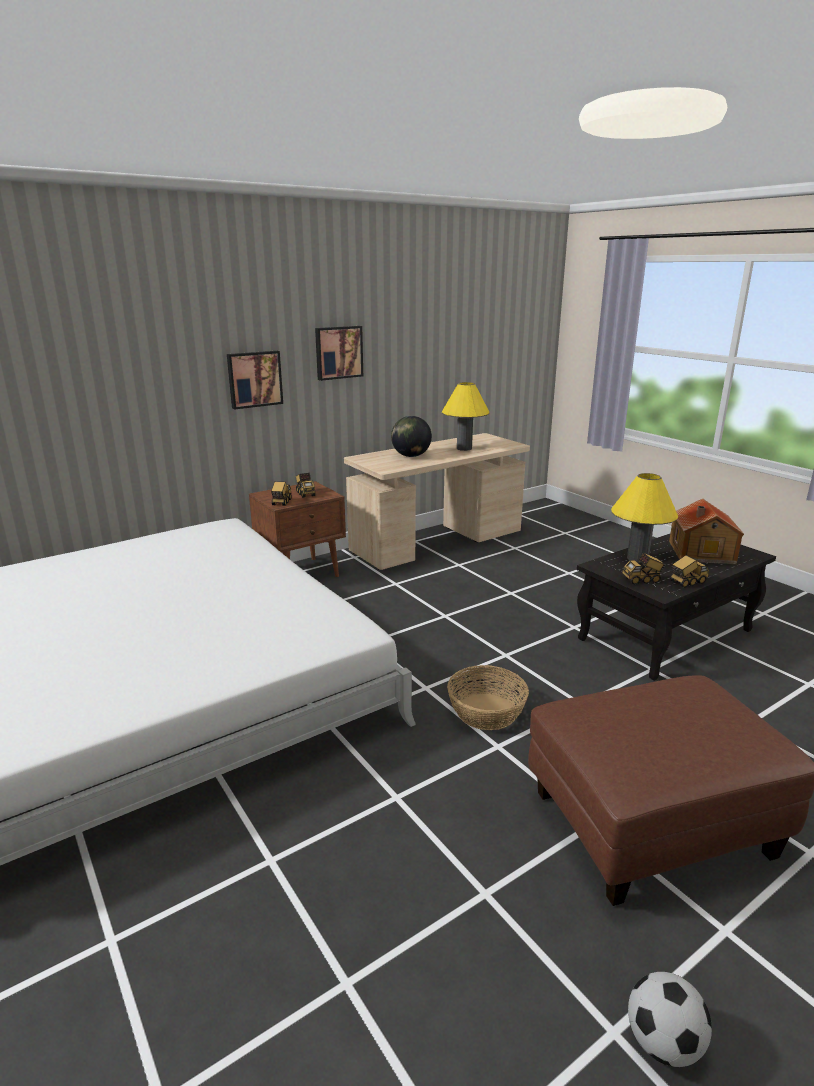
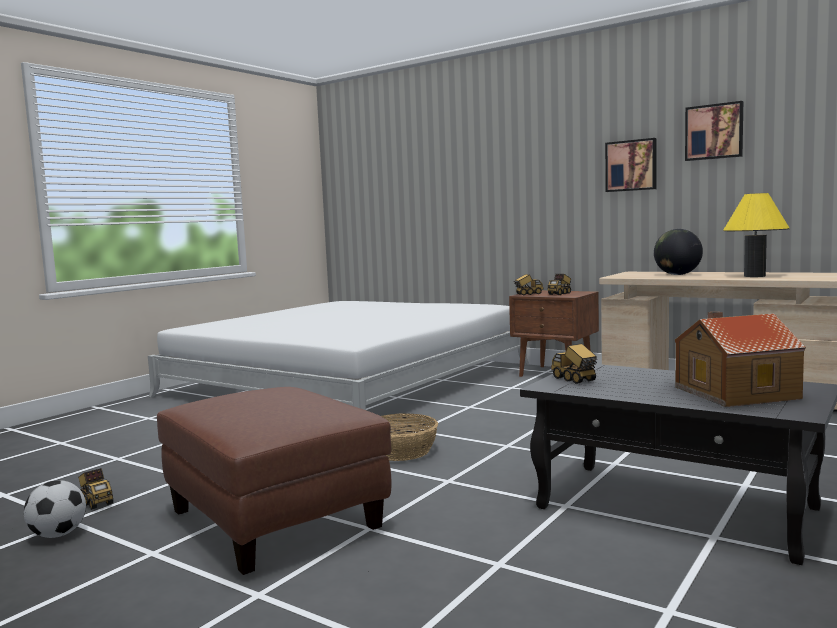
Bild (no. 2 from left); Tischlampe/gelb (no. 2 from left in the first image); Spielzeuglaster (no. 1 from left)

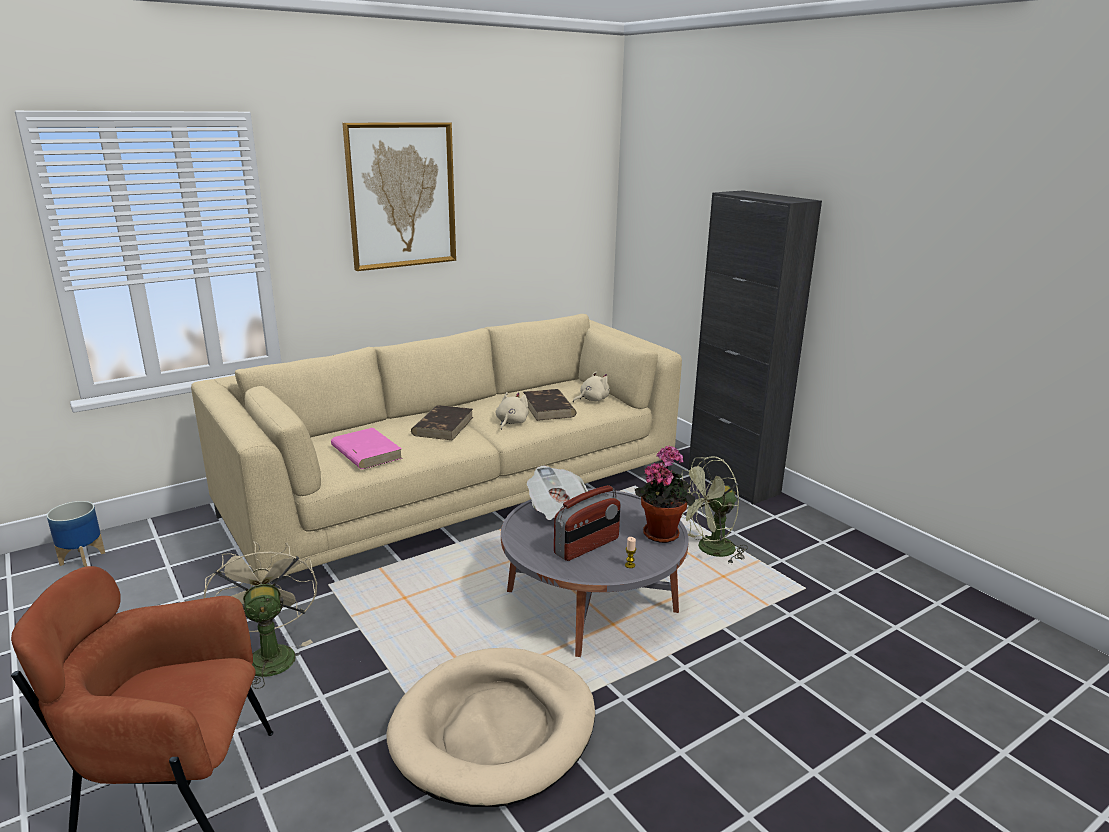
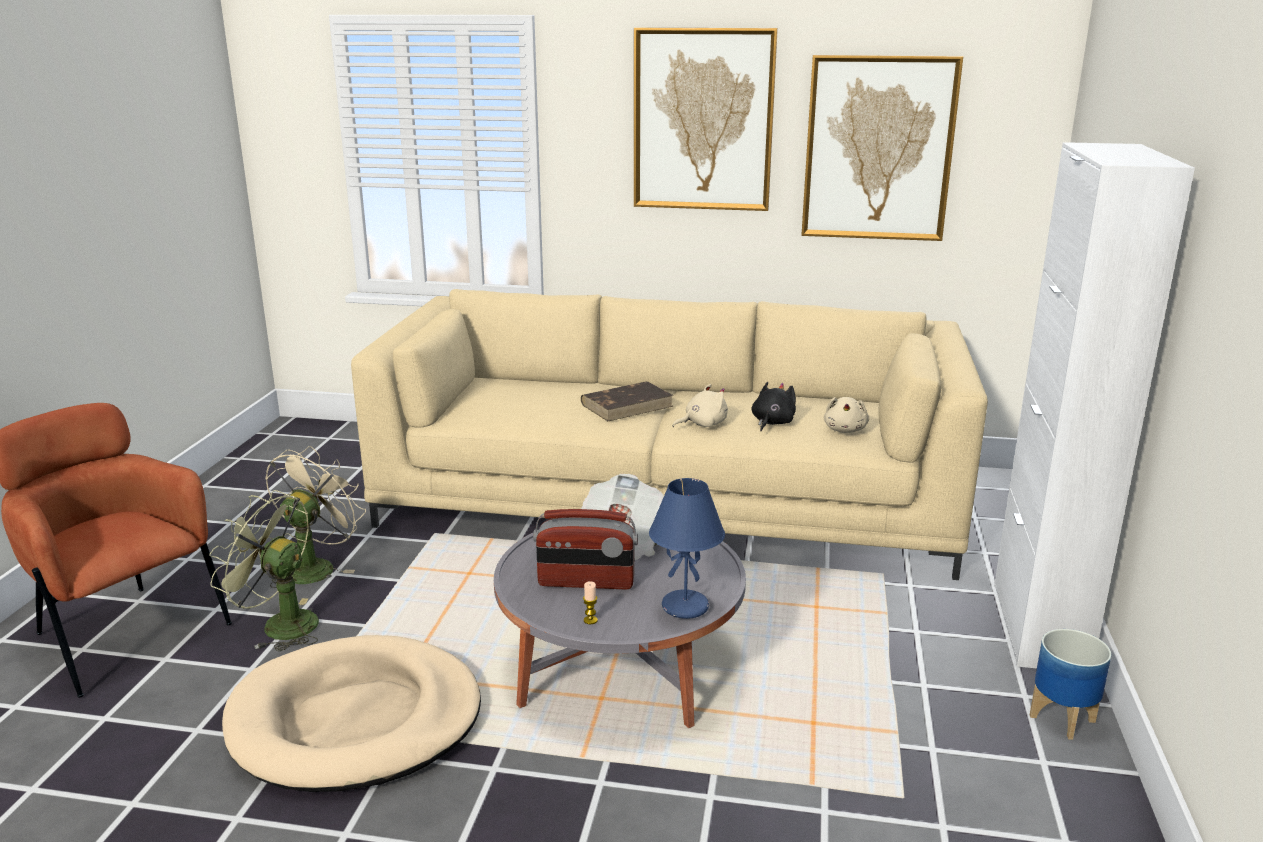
Schrank/weiß; Plüschtier/beige (no. 2 from left); Plüschtier/schwarz; Buch/rosa; Tischlampe/blau; Ventilator/grün; Pflanzkübel; Bild (no. 2 from left)

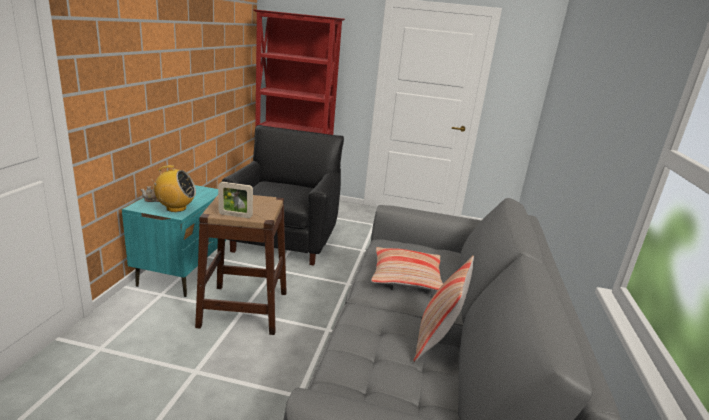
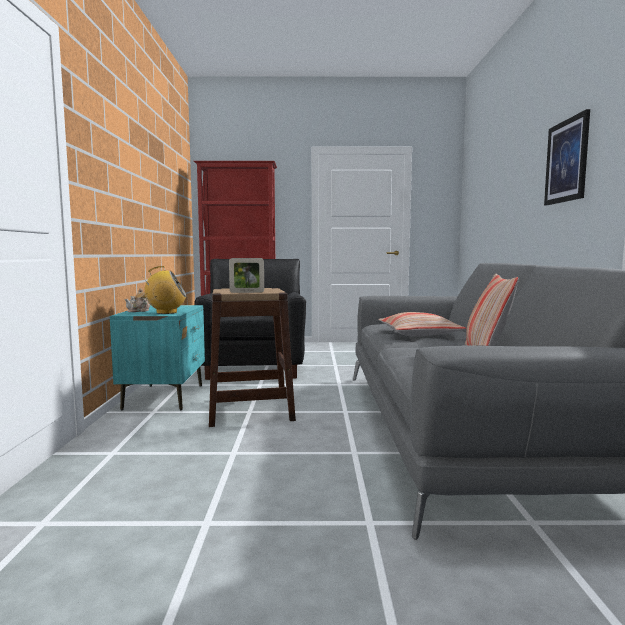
Bild

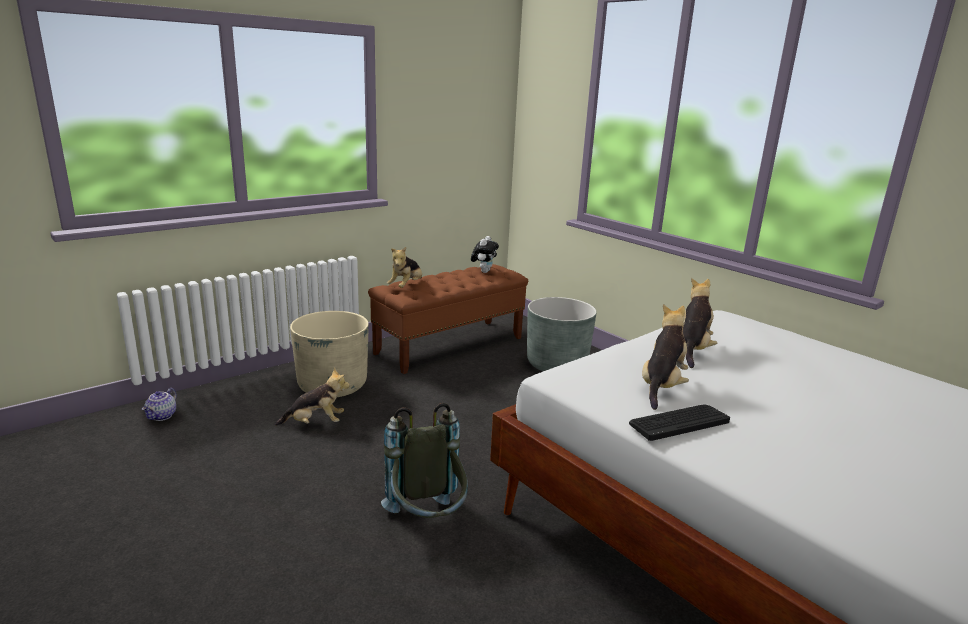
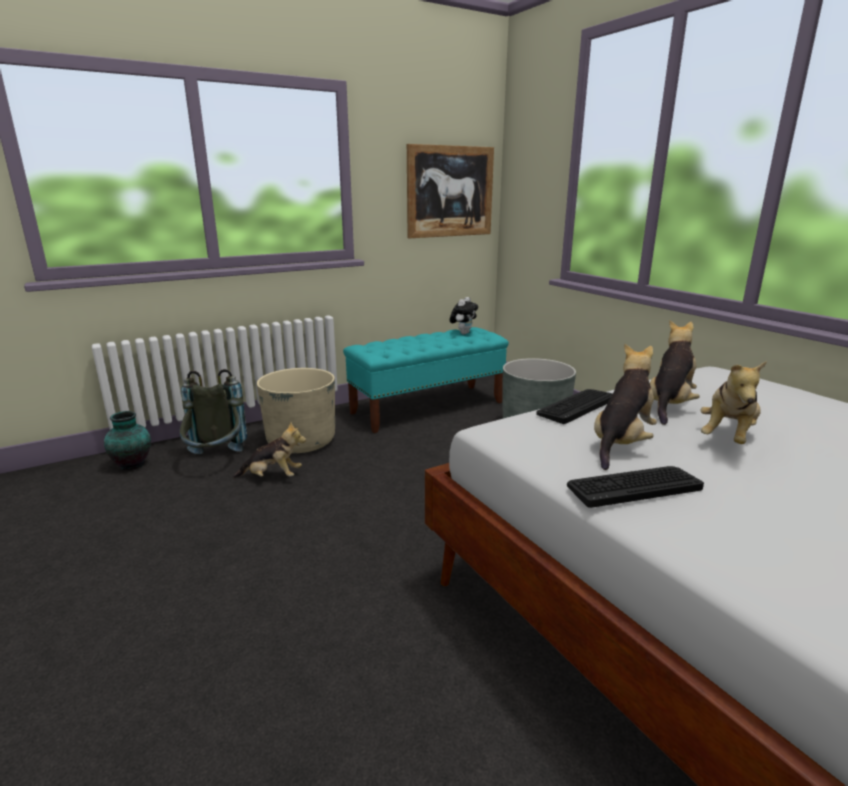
Plüschtier (no. 5 from left); Bank/türkis; Vase; Rucksack/grau; Bild; Tastatur (no. 1 from left)

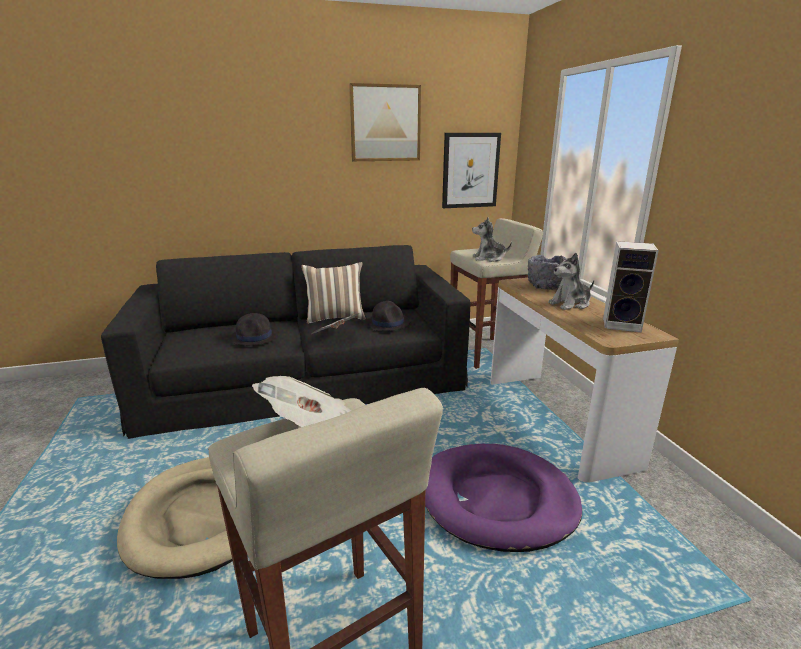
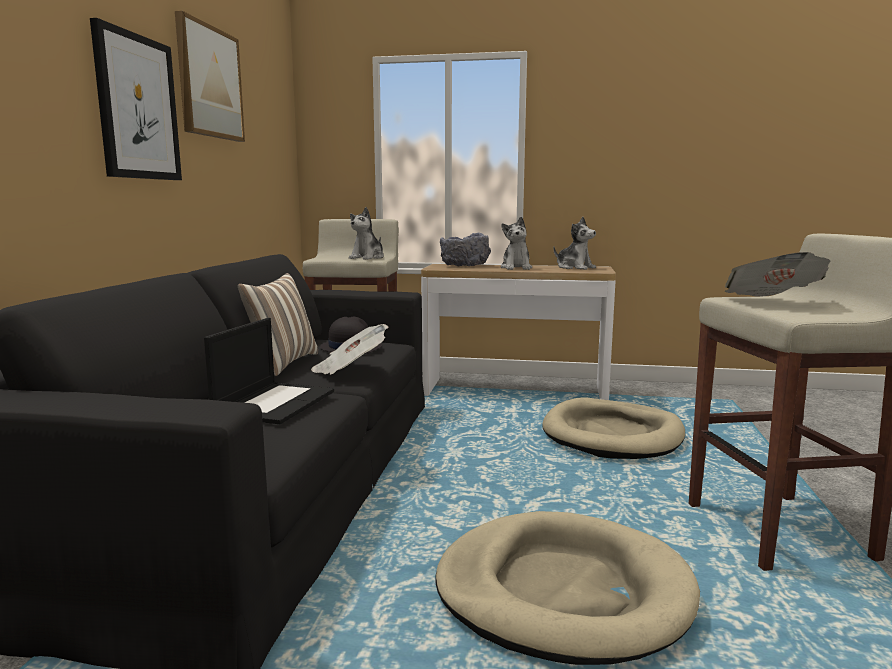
Bild (no. 1 from left); Plüschtier (no. 3 from left); Laptop; Hundebett/beige (no. 2 from left)

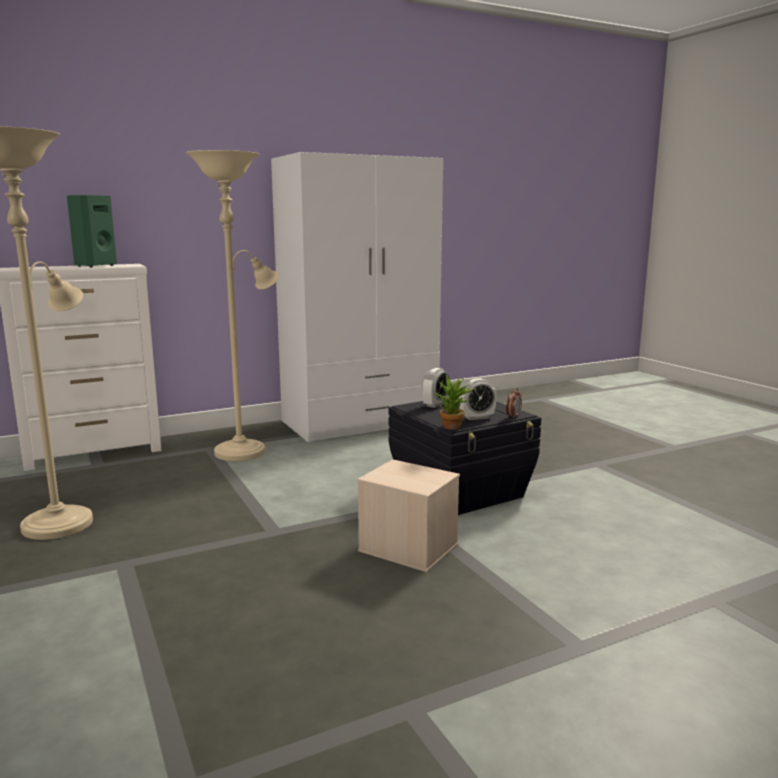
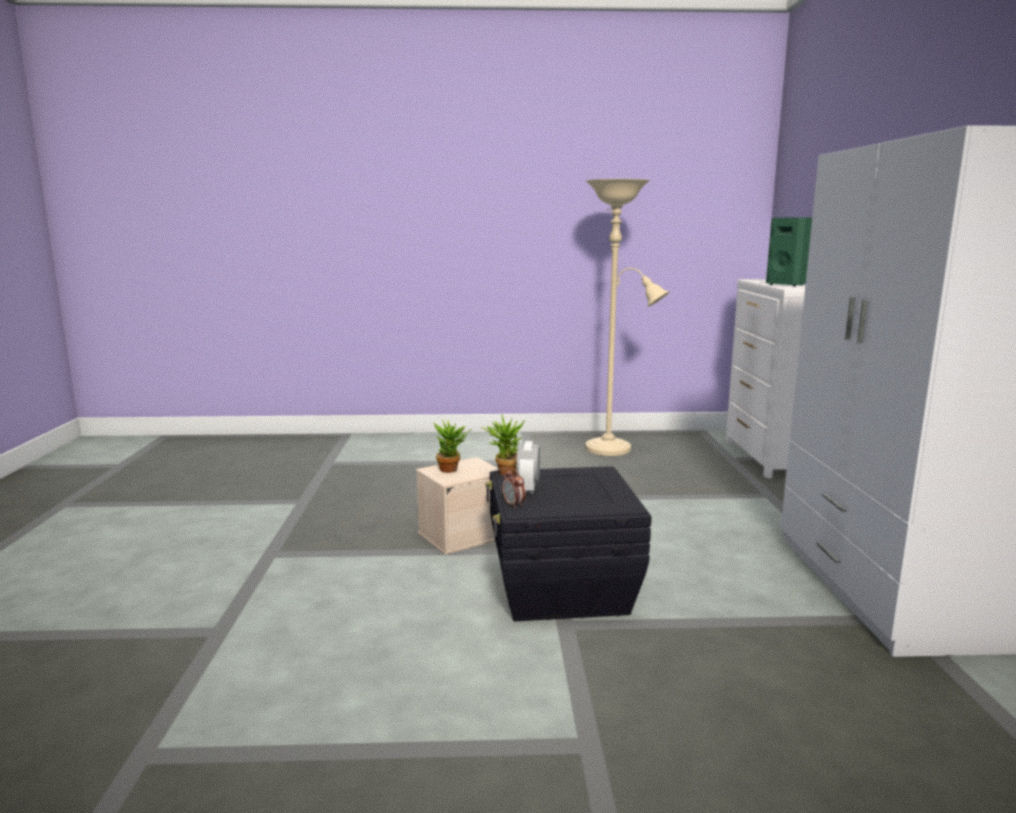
Stehlampe/beige (no. 2 from left in the first image); Wecker (no. 1 from left in the first image); Topfpflanze (no. 1 from left)

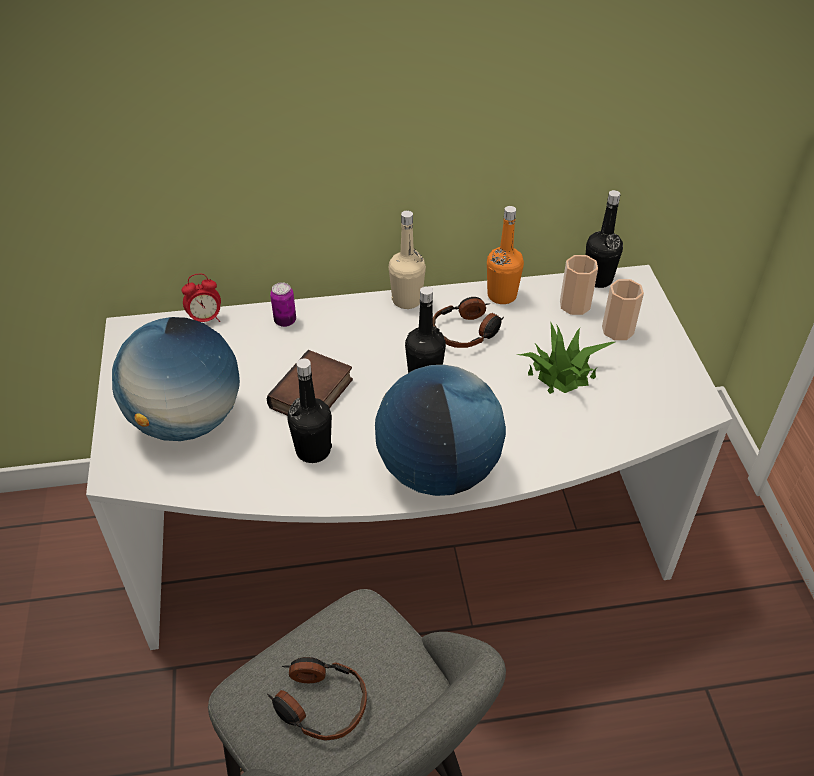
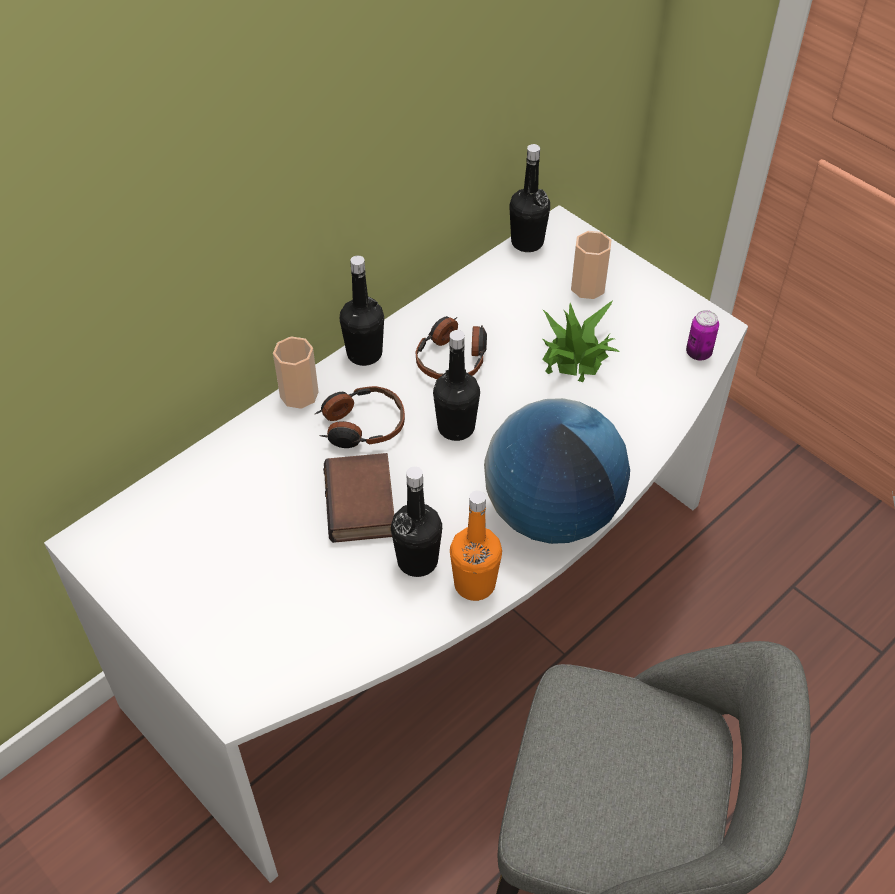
Flasche/orange; Flasche/schwarz (no. 1 from left); Tasse (no. 1 from left); Wecker; Dose; Globus (no. 1 from left in the first image); Kopfhörer (no. 1 from left)

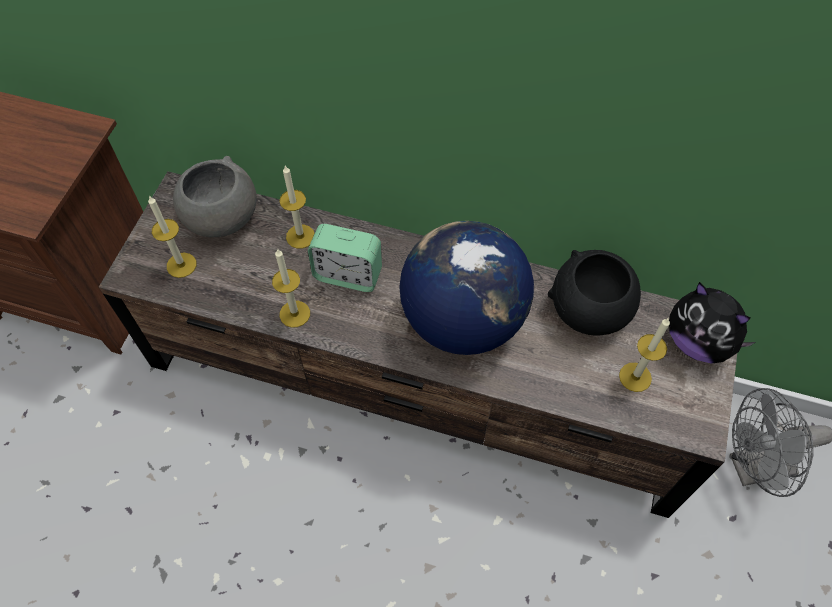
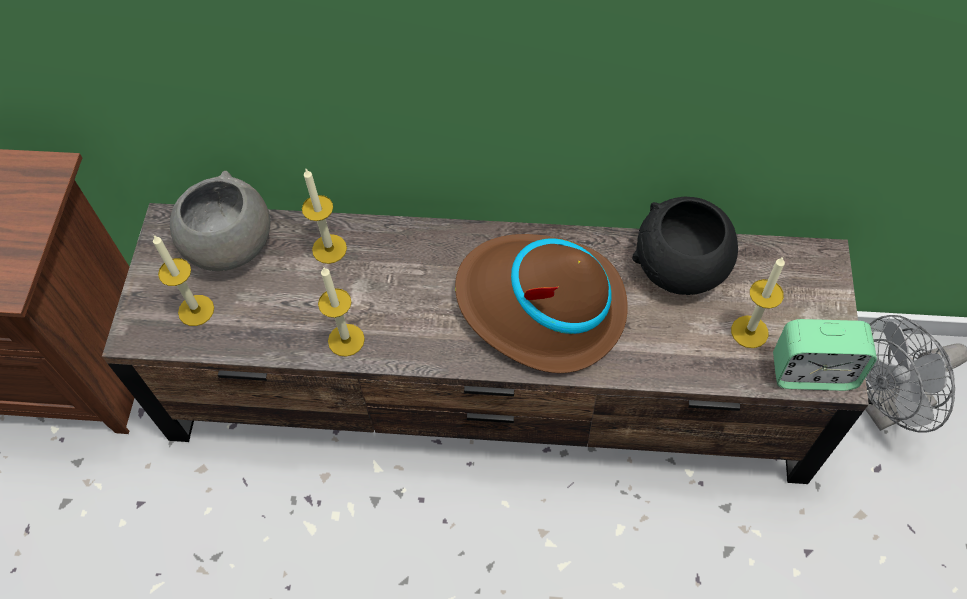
Hut/braun; Wecker; Plüschtier

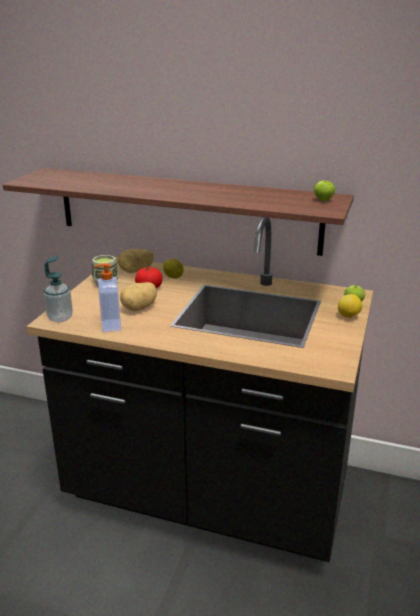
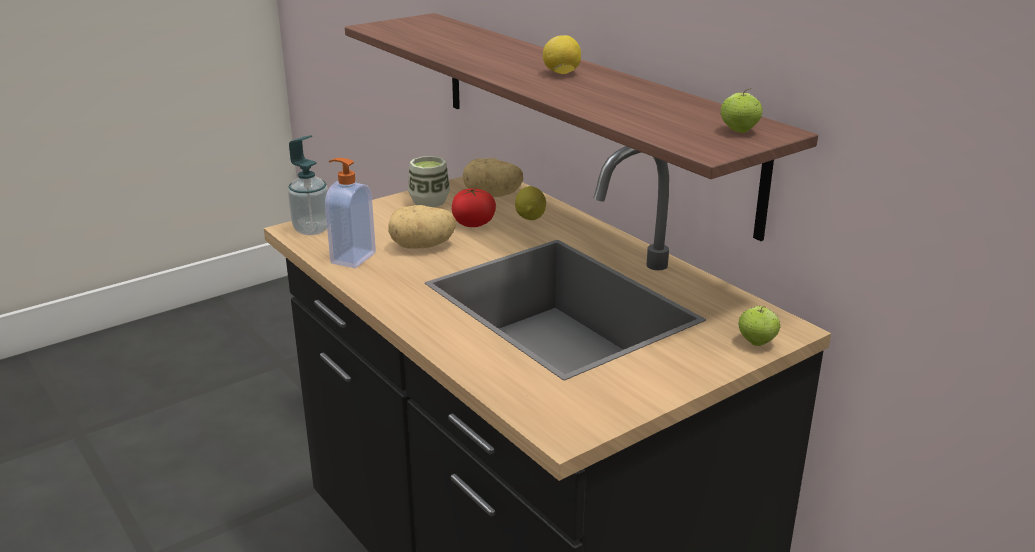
Zitrone (no. 2 from left)

